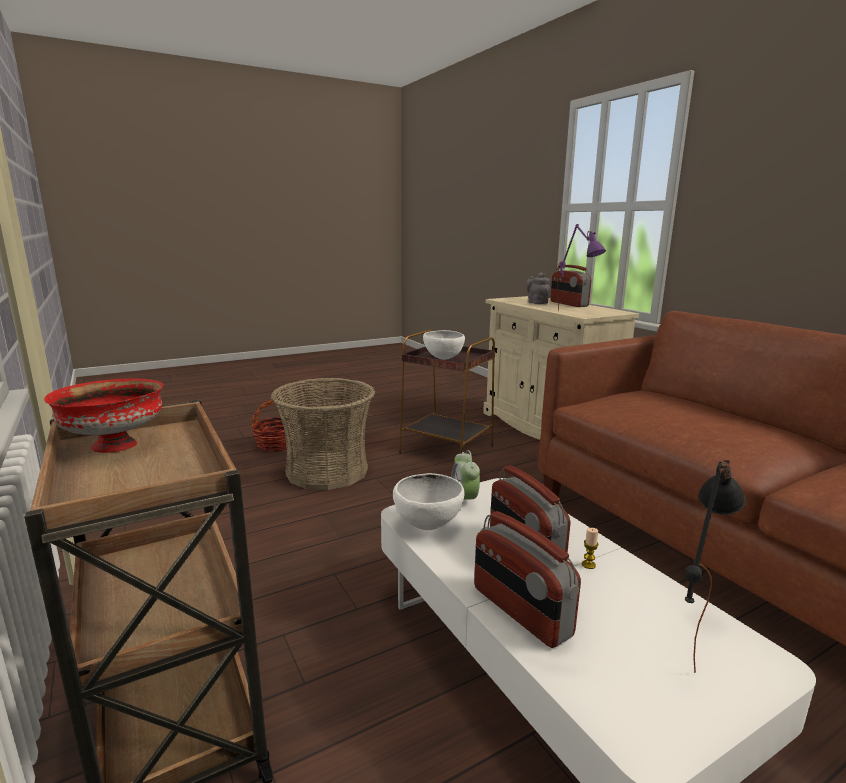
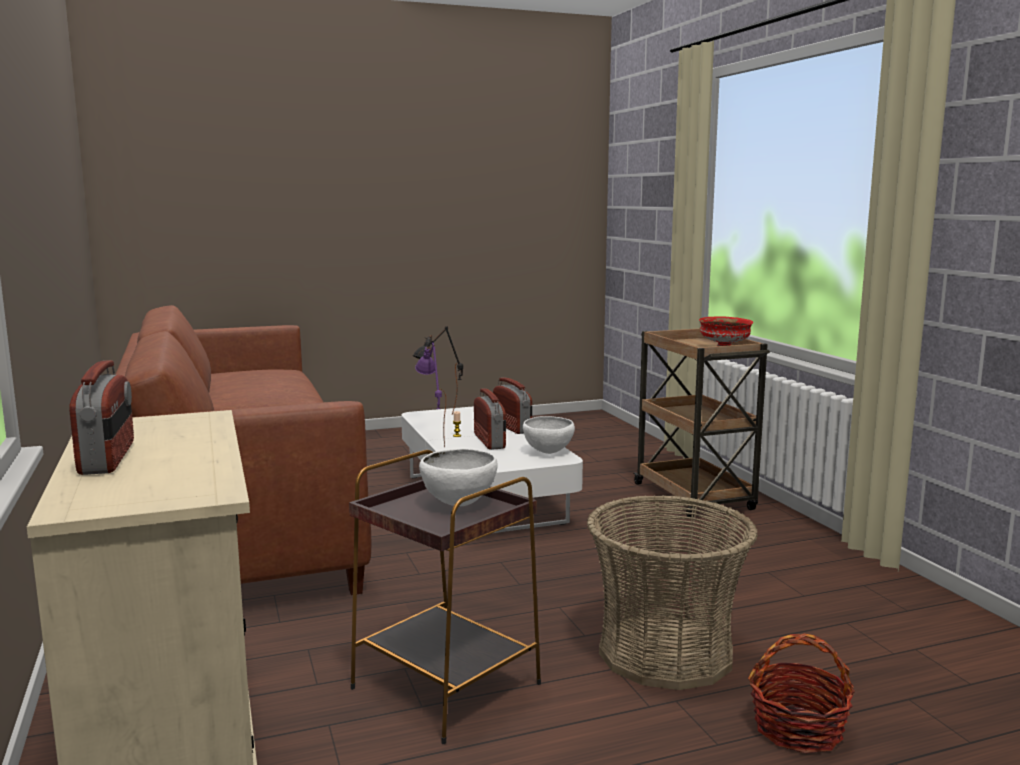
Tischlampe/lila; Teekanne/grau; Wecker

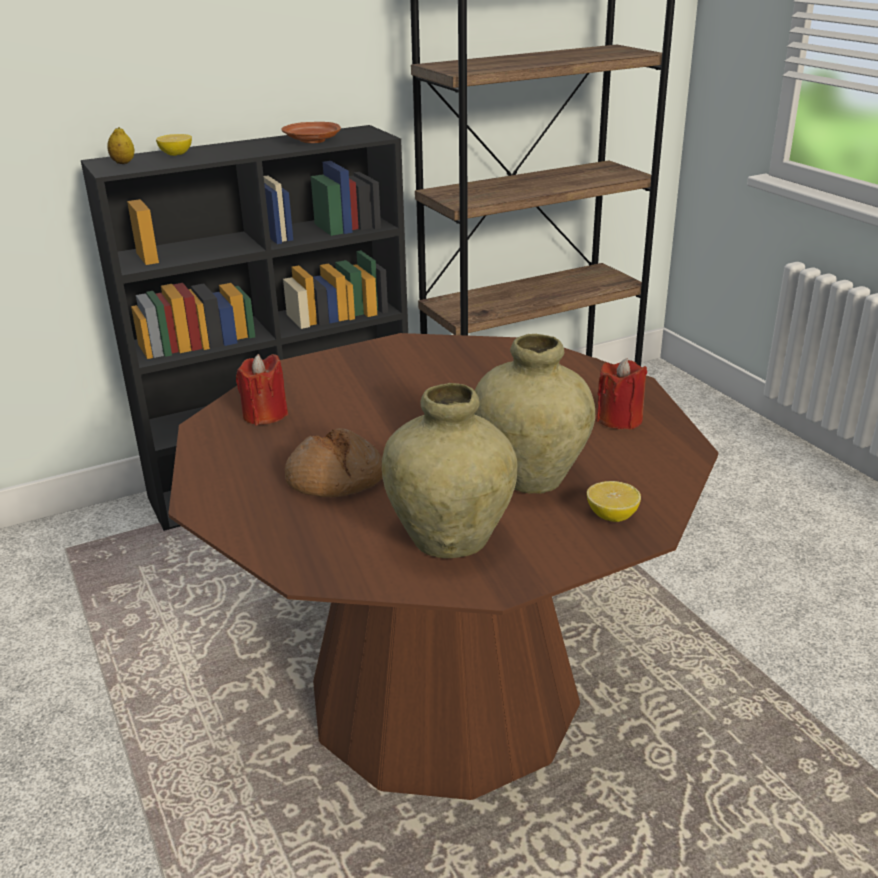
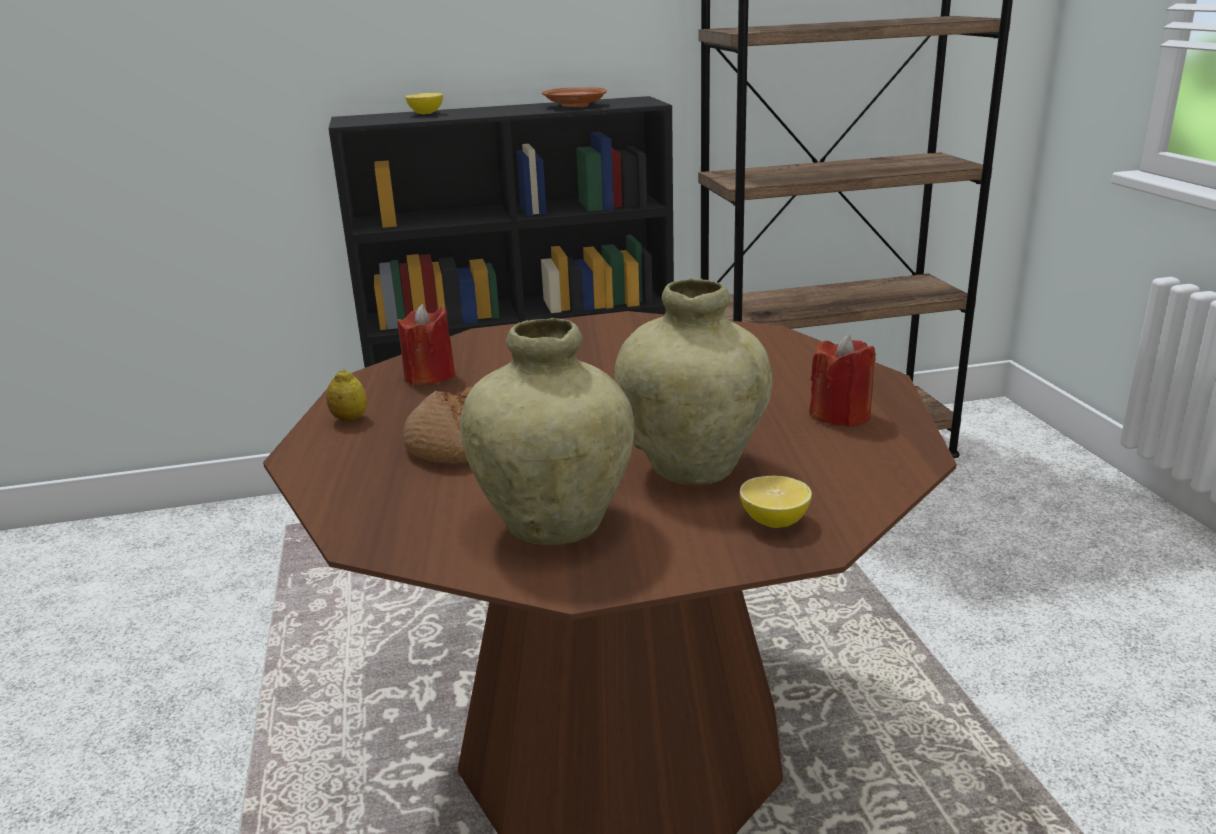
Zitrone (no. 1 from left)

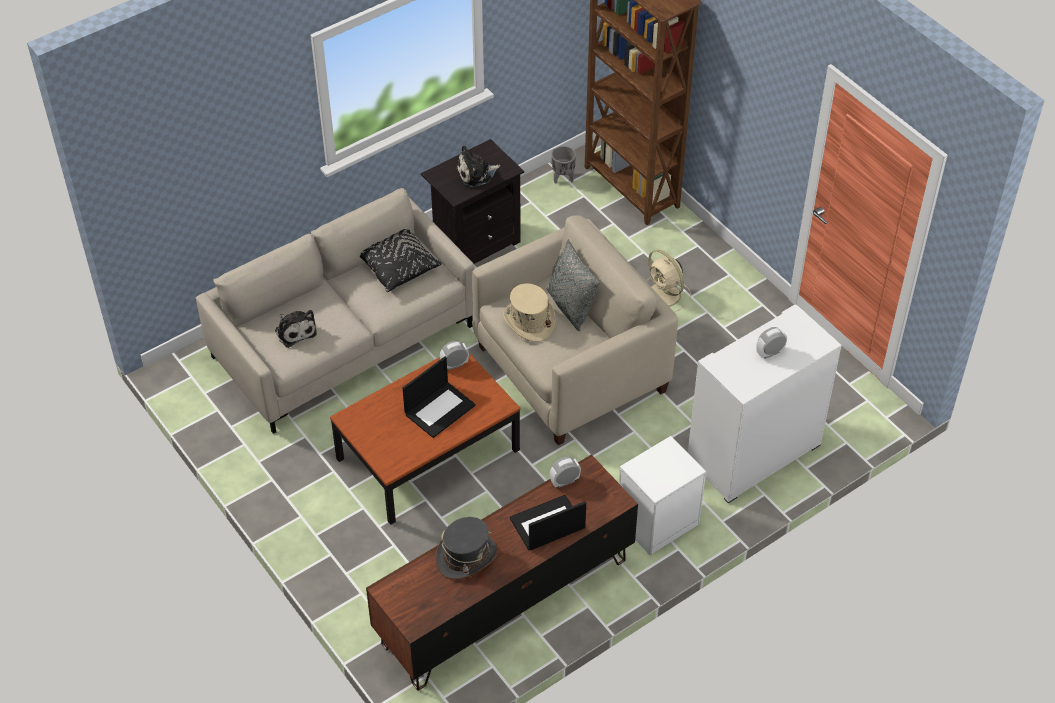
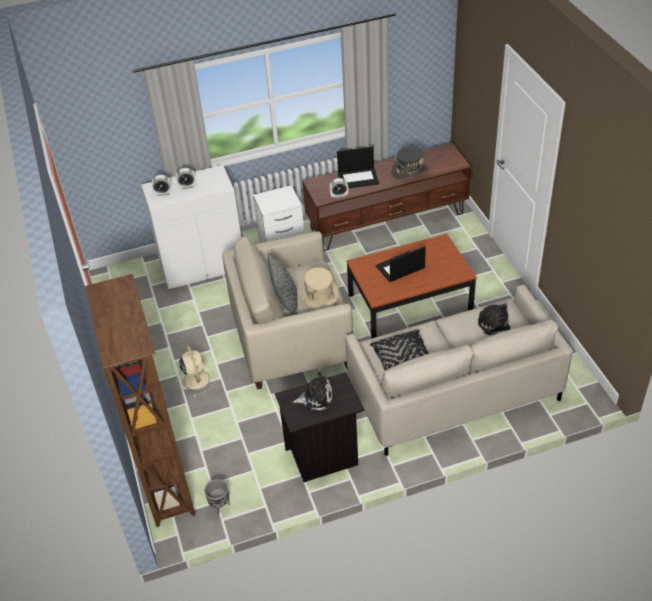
Wecker (no. 1 from left)

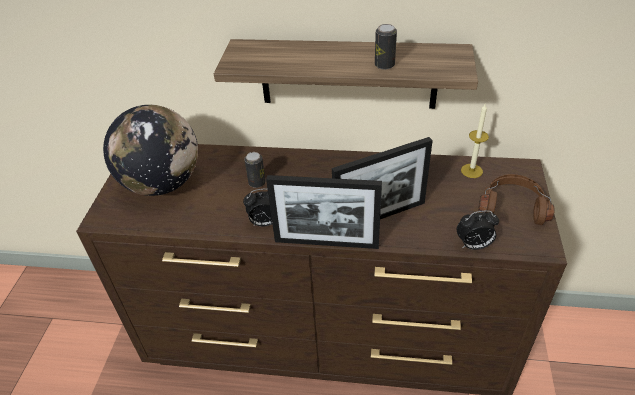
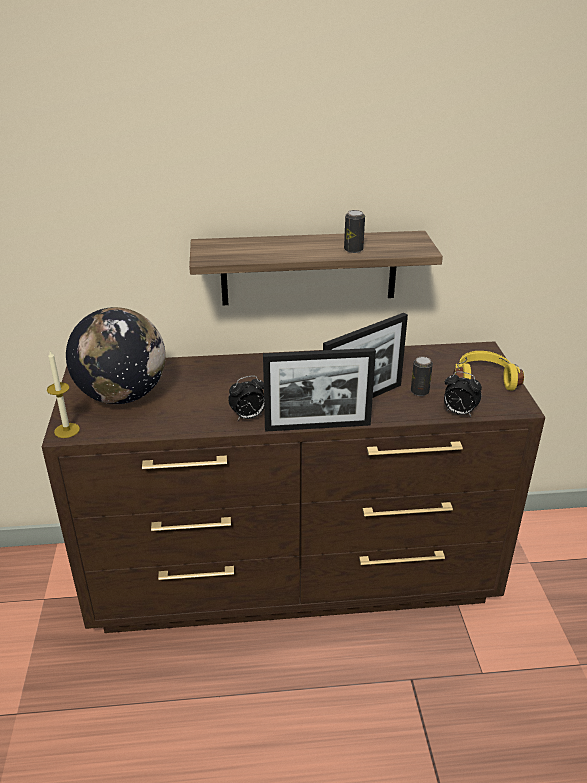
Kerze; Dose (no. 2 from left); Kopfhörer/gelb; Wecker (no. 2 from left)

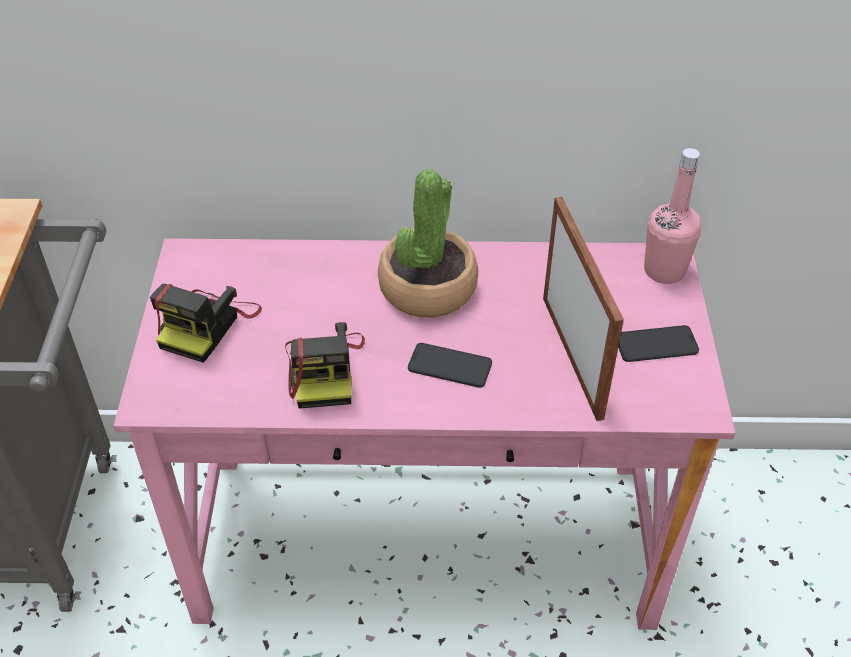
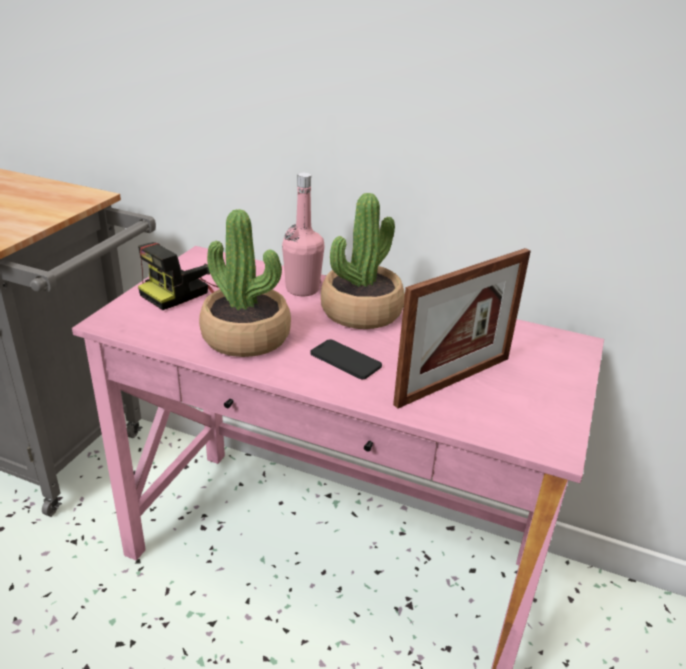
Flasche/rosa; Bilderrahmen; Topfpflanze (no. 1 from left); Handy (no. 2 from left in the first image)

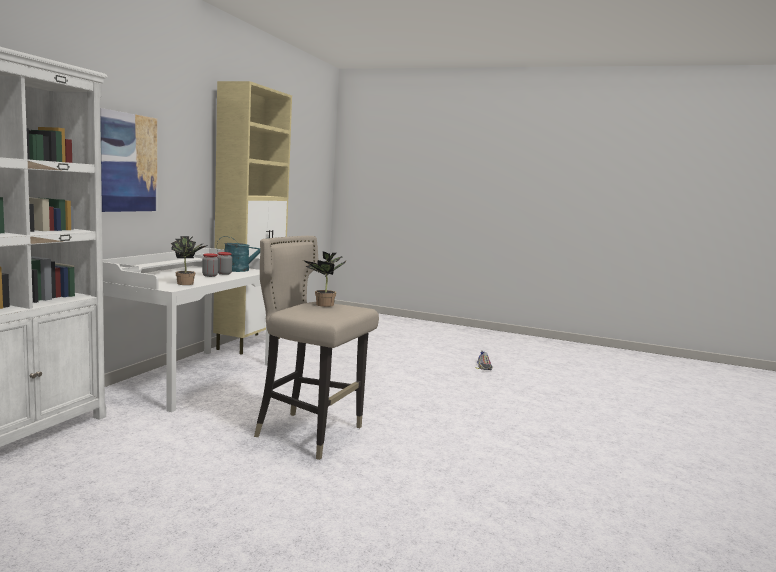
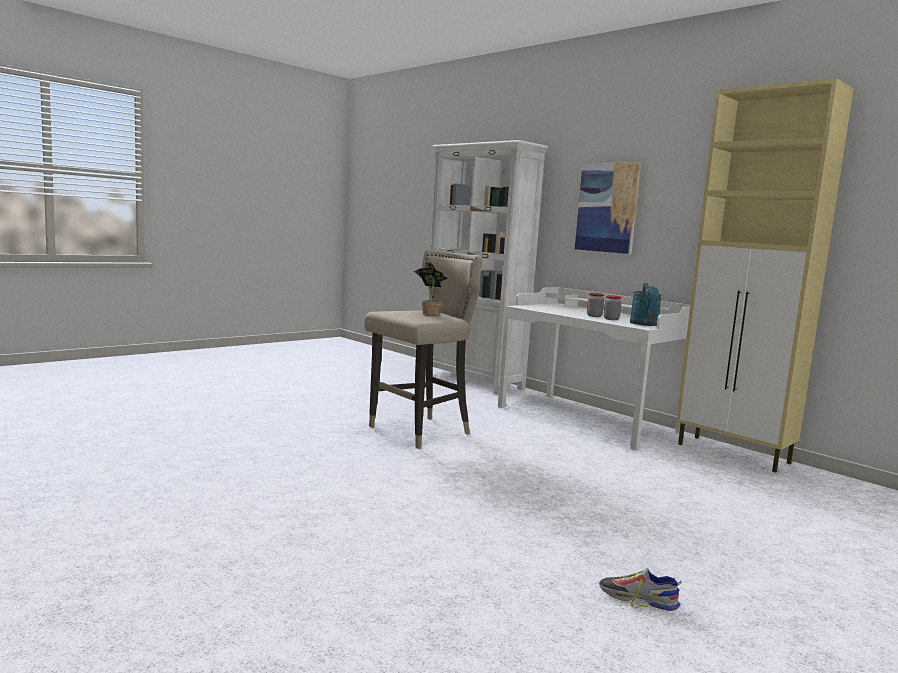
Topfpflanze (no. 1 from left in the first image)

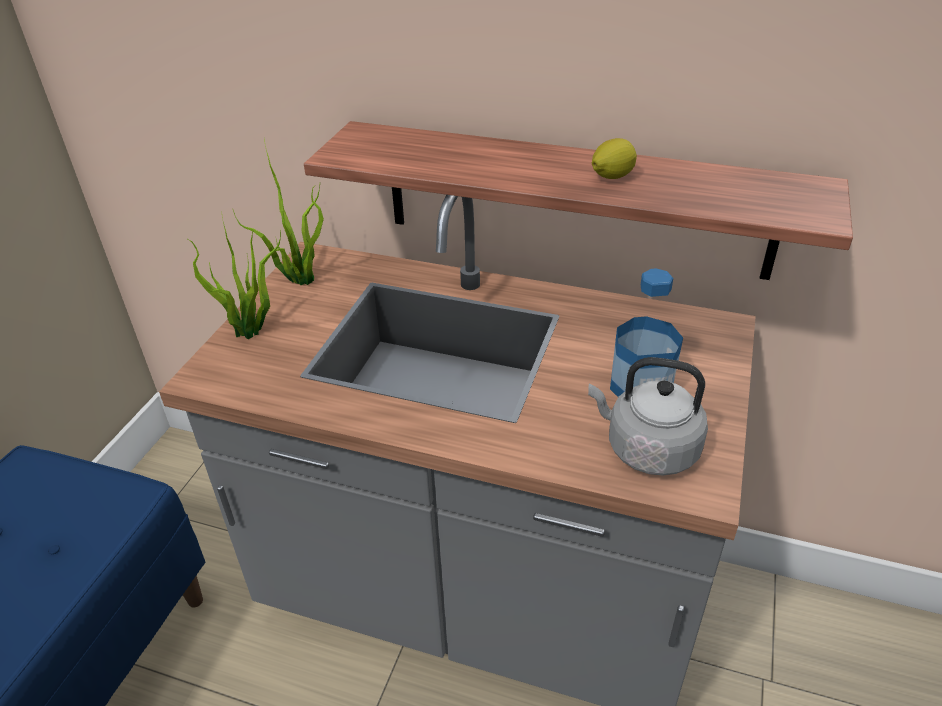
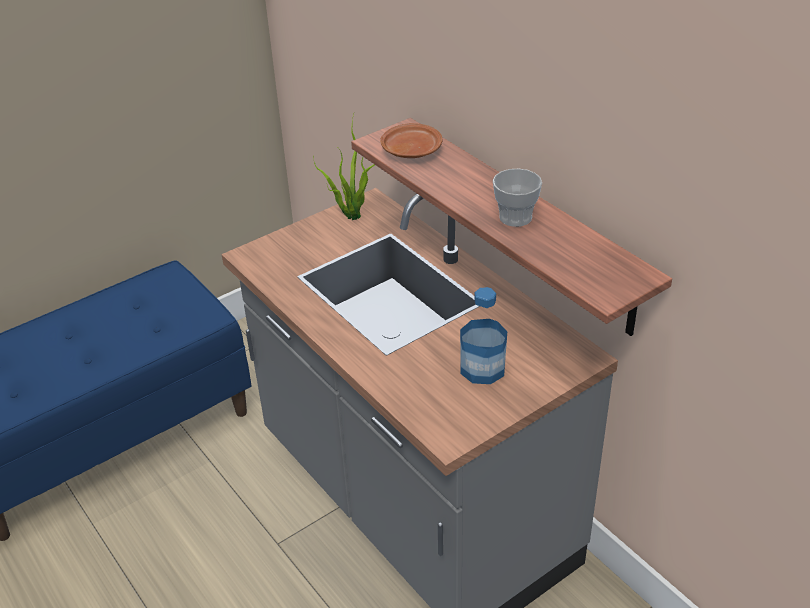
Tasse; Topfpflanze (no. 1 from left in the first image); Wasserkessel/grau; Teller/braun

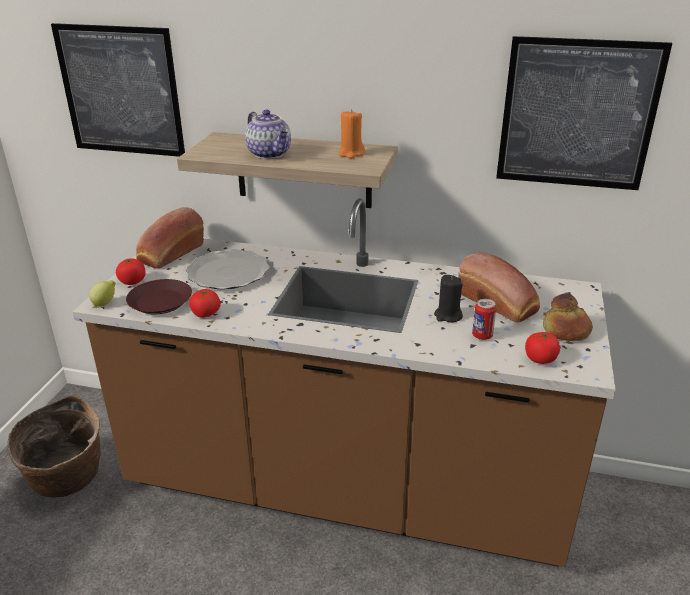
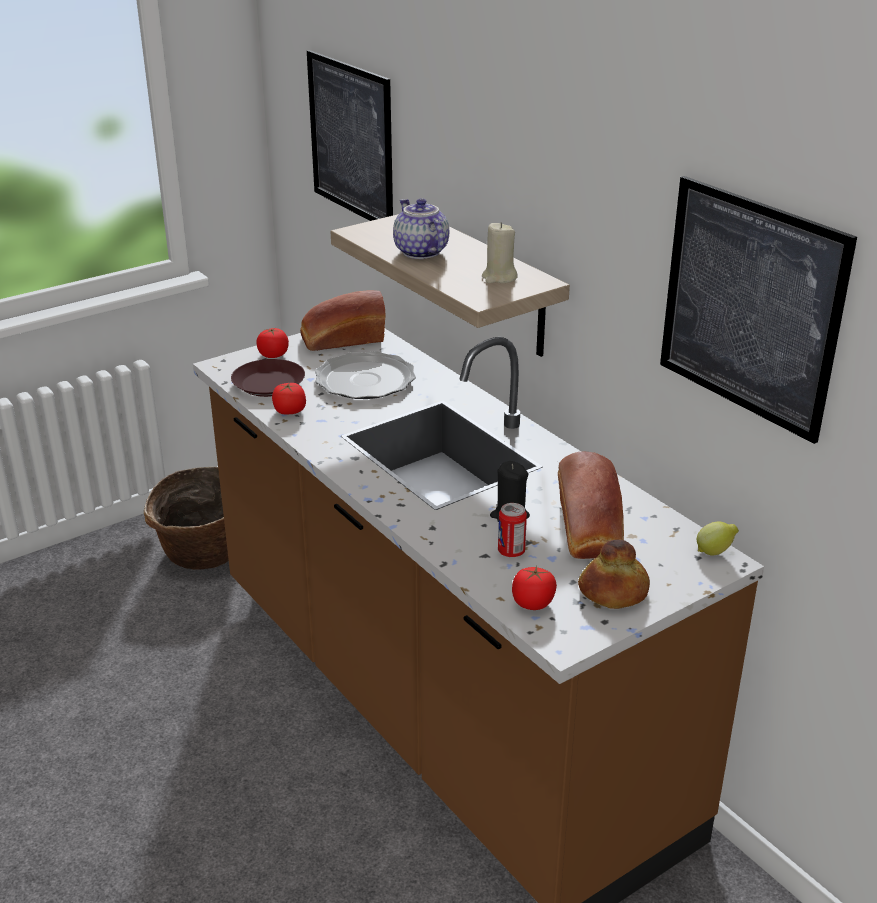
Kerze/beige; Teekanne; Zitrone

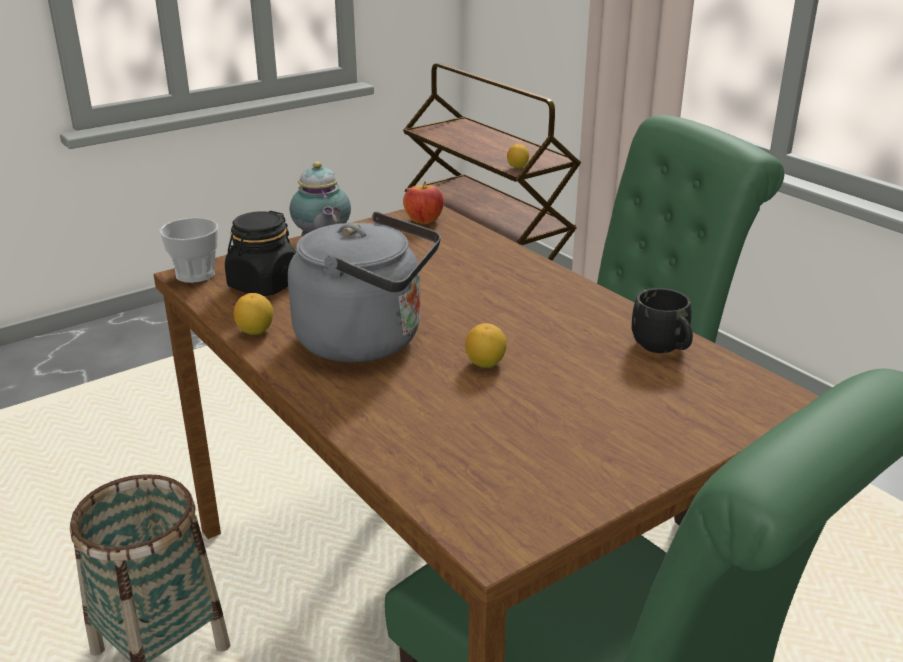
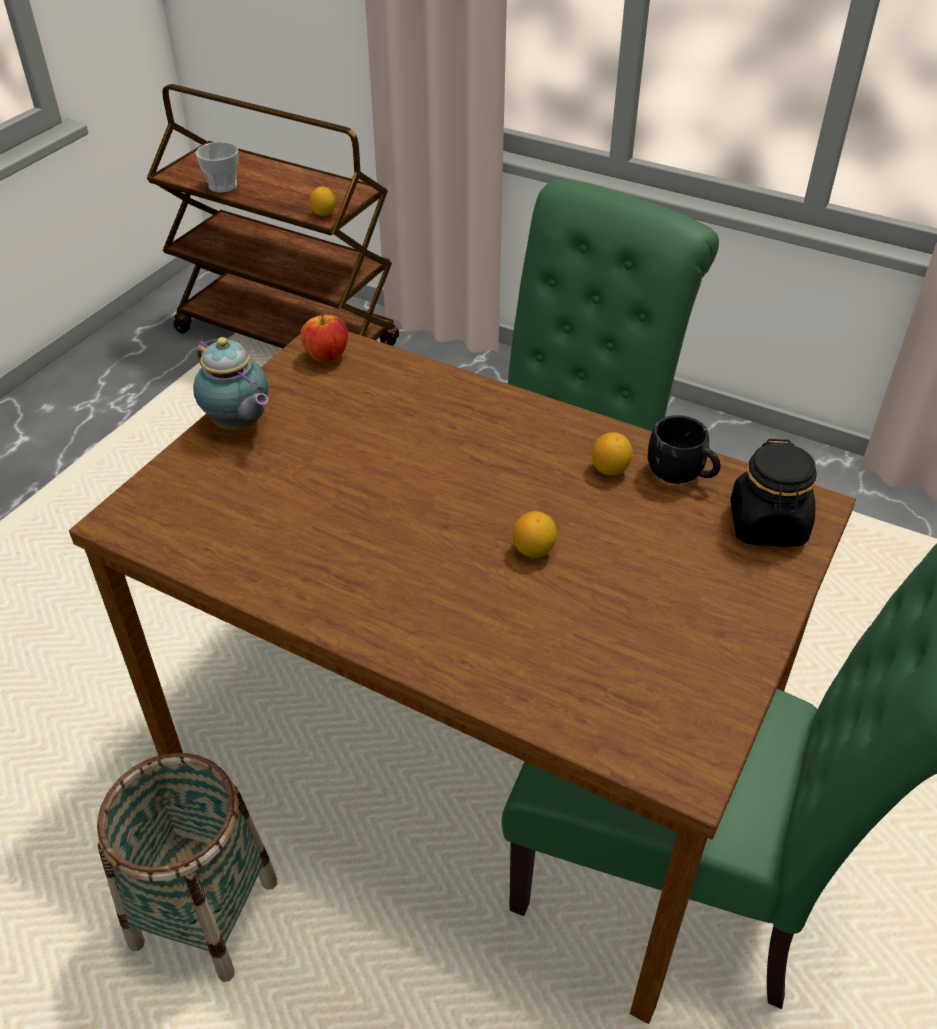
Vorratsglas/schwarz; Wasserkessel/grau; Tasse; Zitrone (no. 3 from left)

